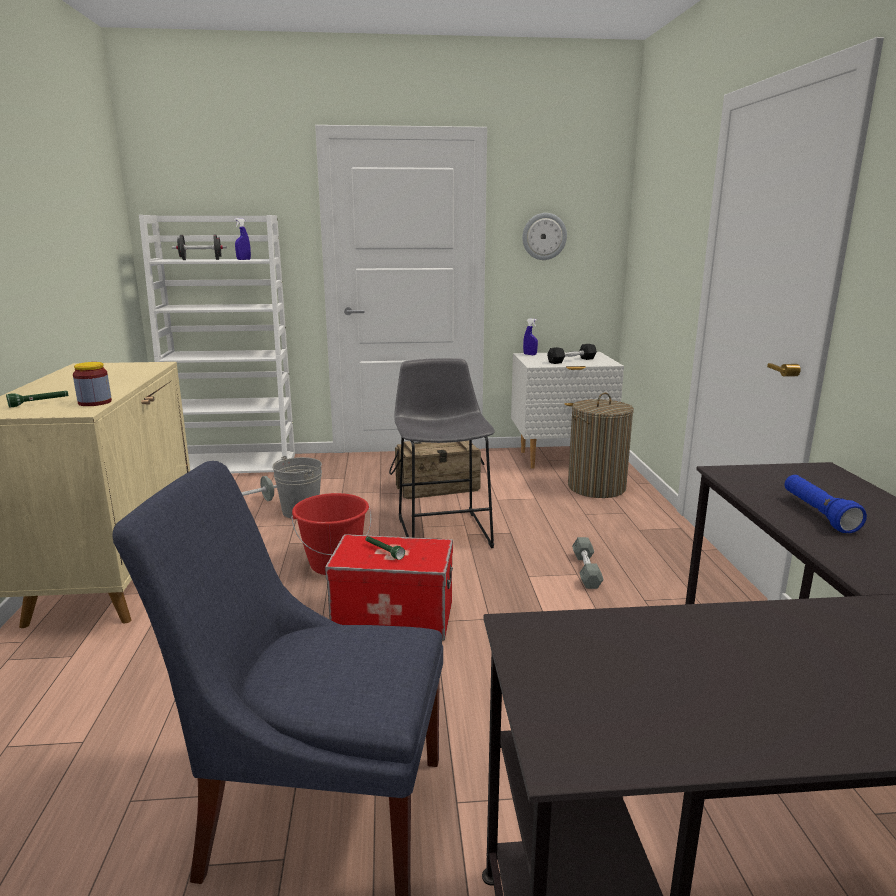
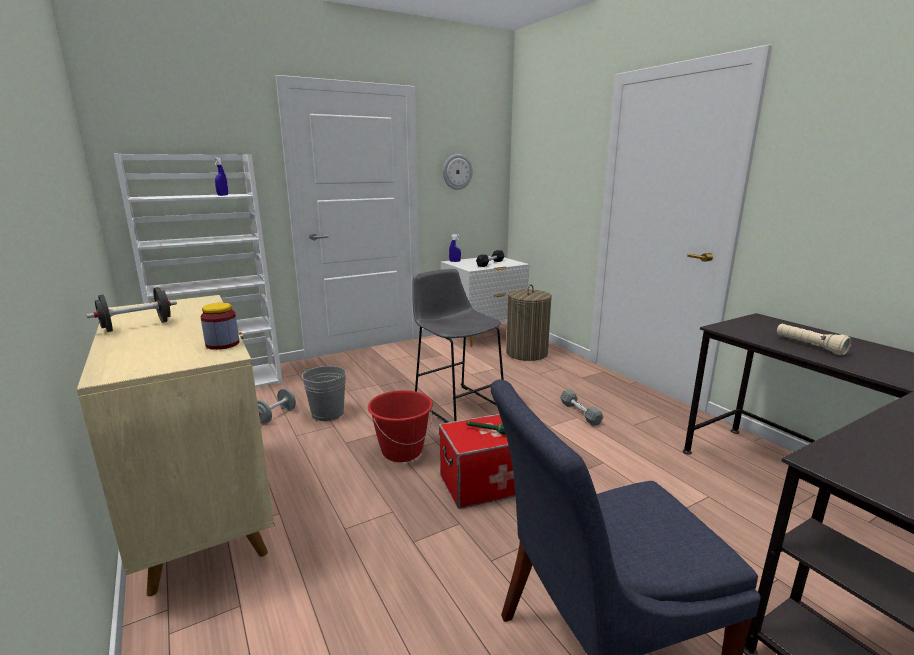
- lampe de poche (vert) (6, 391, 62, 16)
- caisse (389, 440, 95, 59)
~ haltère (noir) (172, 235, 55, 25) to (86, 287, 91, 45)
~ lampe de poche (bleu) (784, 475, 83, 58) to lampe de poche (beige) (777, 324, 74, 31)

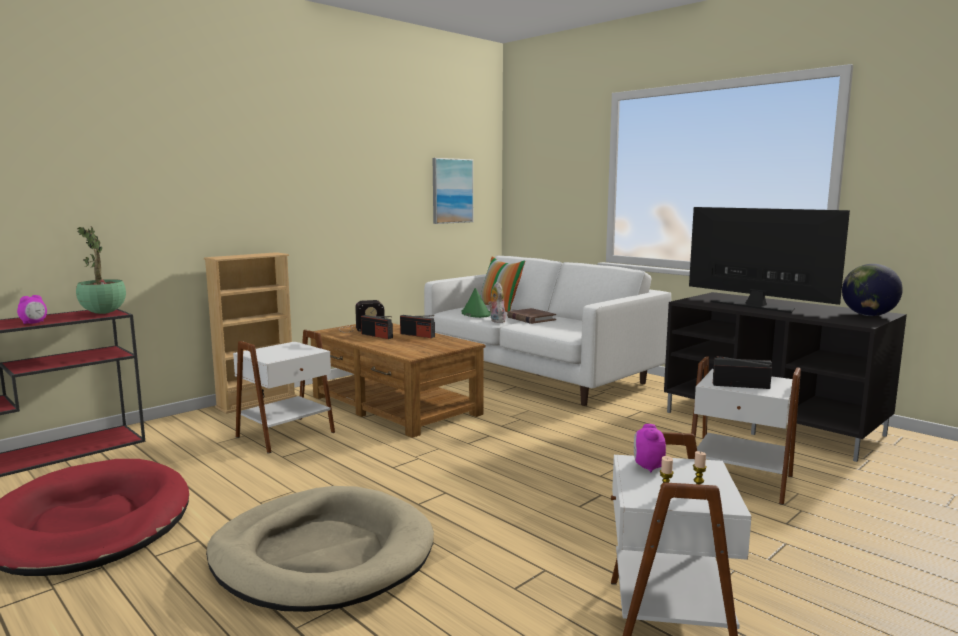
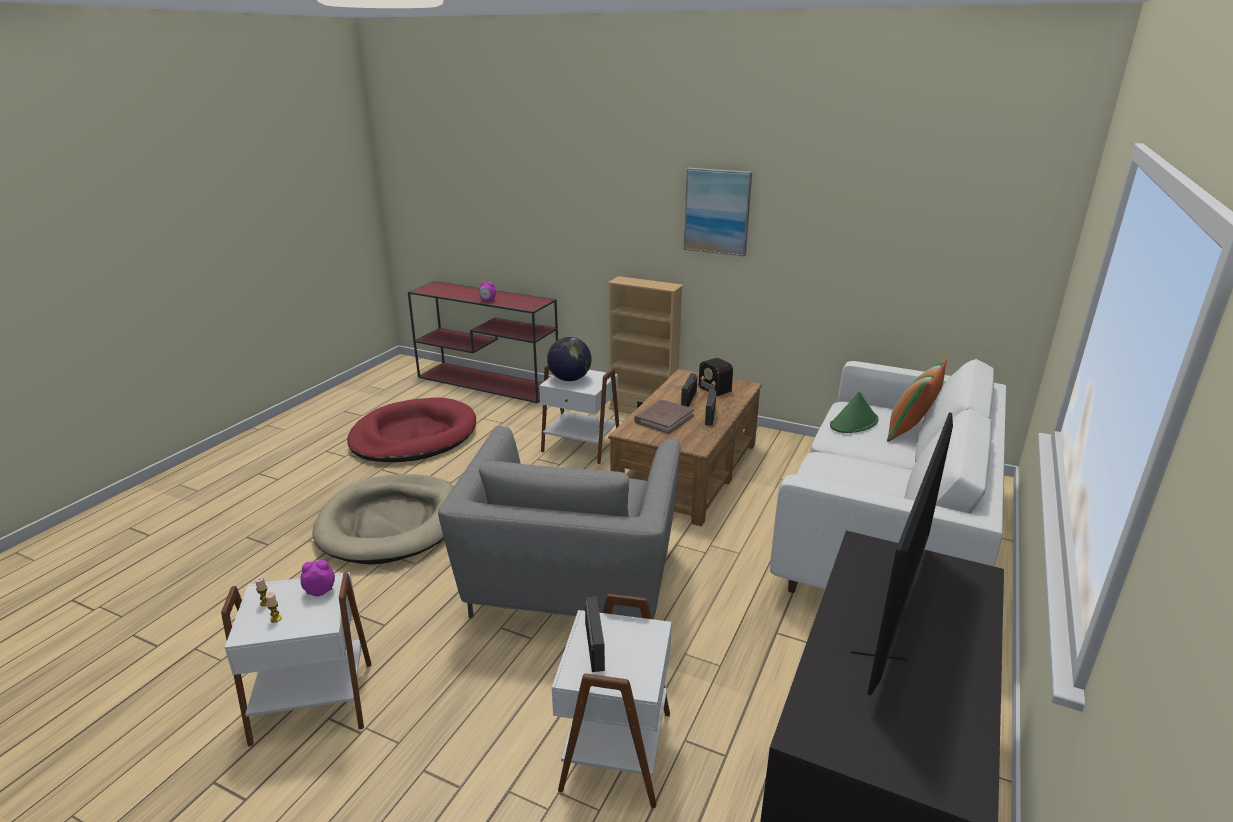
- plante en pot (76, 227, 50, 87)
- peluche (488, 282, 18, 41)
+ fauteuil (gris) (438, 426, 242, 193)
~ tableau (433, 158, 40, 66) to (684, 168, 68, 88)
~ livre (marron) (507, 308, 49, 16) to (634, 400, 60, 34)
~ globe (842, 264, 61, 52) to (547, 337, 44, 44)

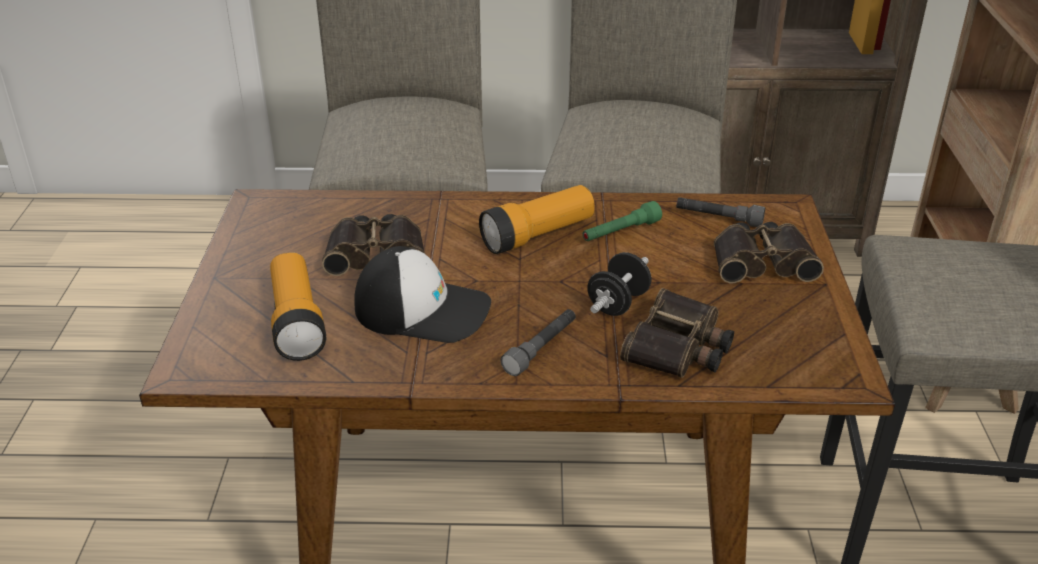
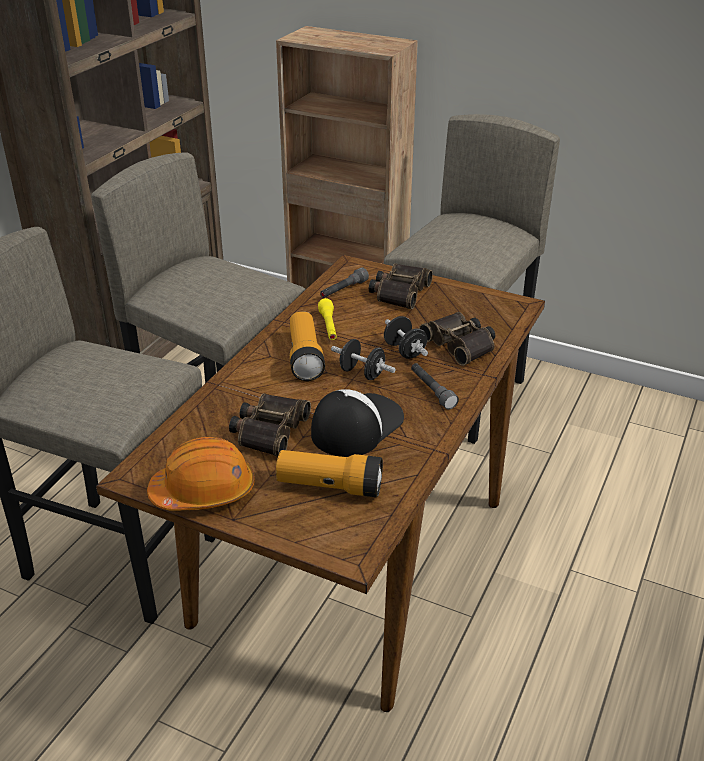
+ casque de chantier (orange) (147, 437, 108, 74)
+ haltère (noir) (331, 339, 65, 41)
~ lampe de poche (vert) (583, 201, 79, 40) to lampe de poche (jaune) (318, 298, 19, 42)

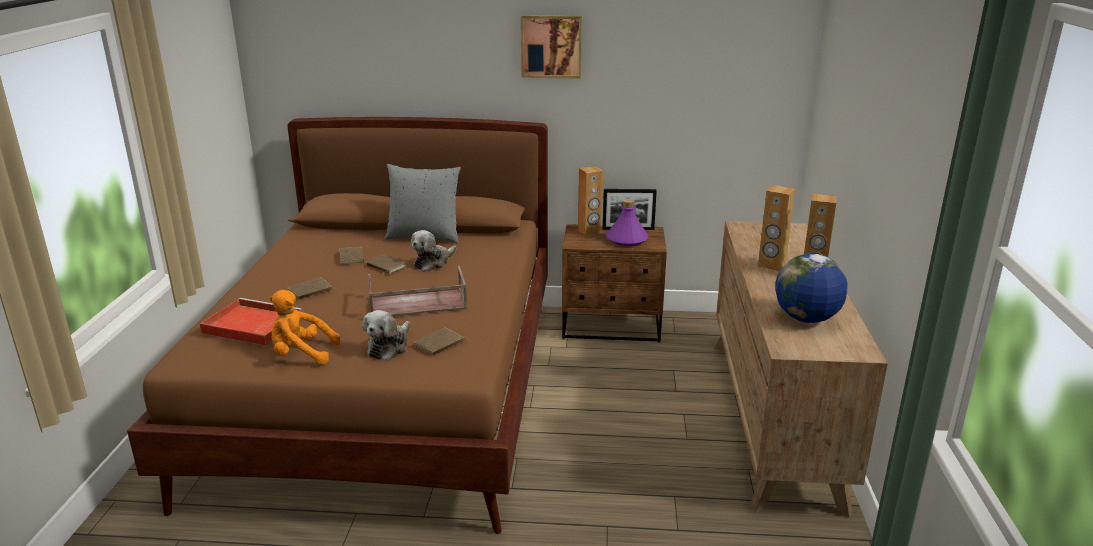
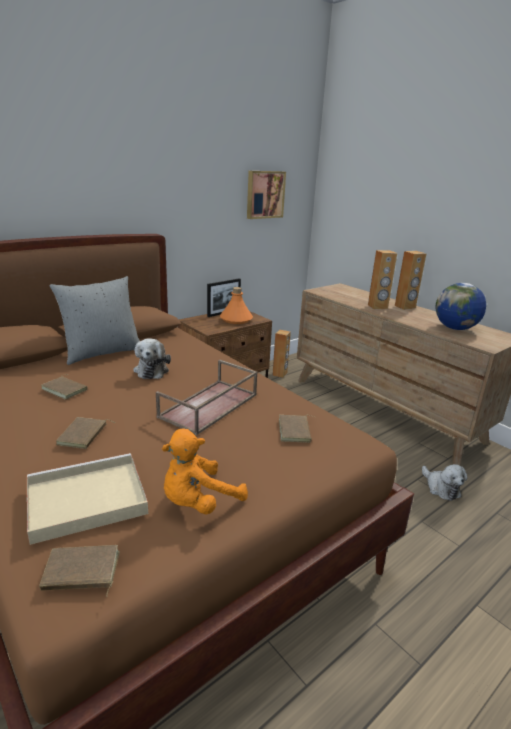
~ peluche (363, 310, 47, 51) to (422, 464, 45, 37)
~ livre (marron) (366, 254, 41, 20) to (39, 545, 81, 52)
~ tableau (521, 15, 61, 64) to (247, 171, 39, 48)
~ enceinte (marron) (578, 166, 25, 70) to (272, 330, 19, 48)
~ plateau (rouge) (200, 298, 103, 48) to plateau (beige) (27, 453, 122, 92)
~ bouteille (violet) (606, 199, 43, 47) to bouteille (orange) (220, 287, 33, 37)

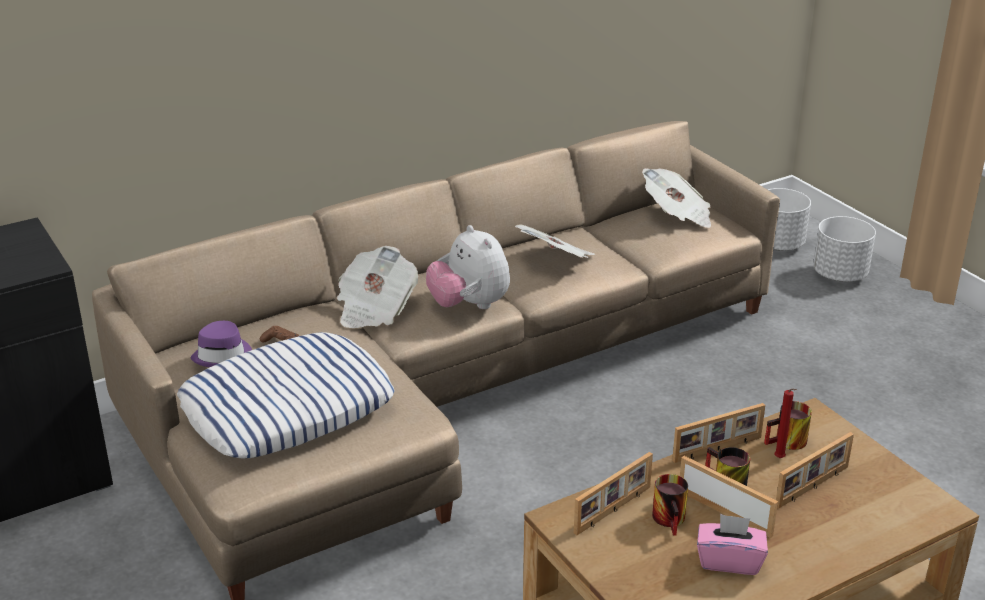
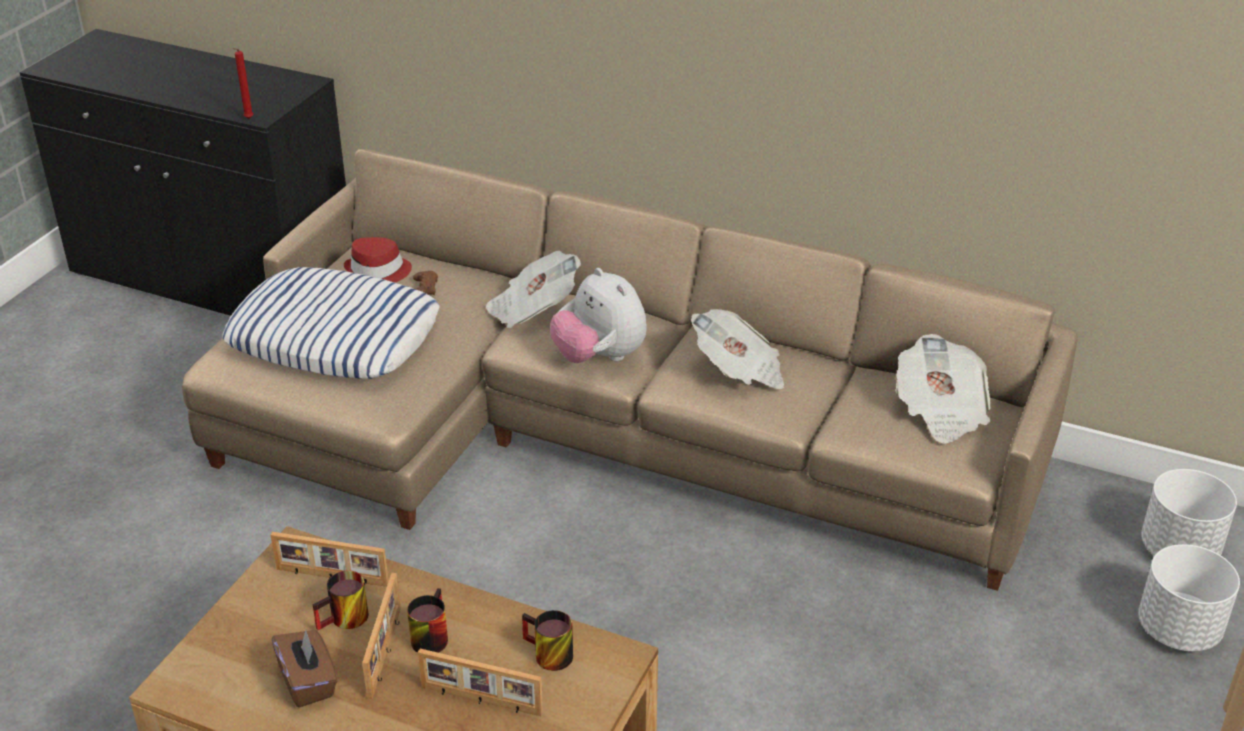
- cadre photo (672, 403, 93, 60)
~ bougie (rouge) (775, 389, 22, 69) to (232, 48, 22, 70)
~ chapeau (violet) (191, 321, 61, 46) to chapeau (rouge) (344, 237, 68, 46)
~ boîte à mouchoirs (rose) (697, 514, 71, 61) to boîte à mouchoirs (marron) (272, 630, 66, 78)
~ peluche (426, 225, 84, 84) = (550, 268, 97, 95) 60 degrees counterclockwise

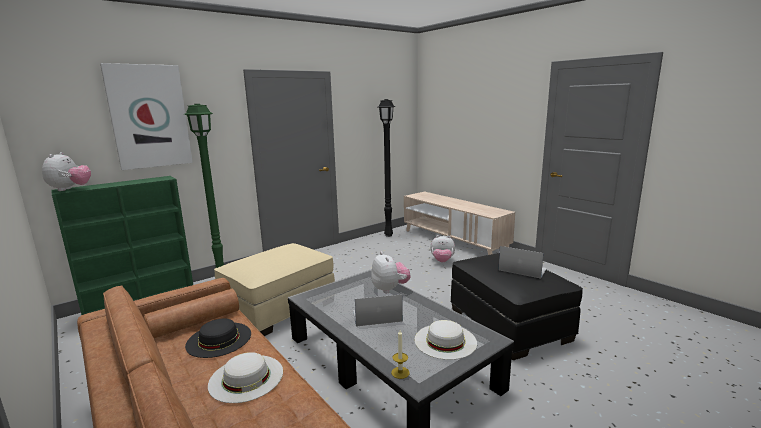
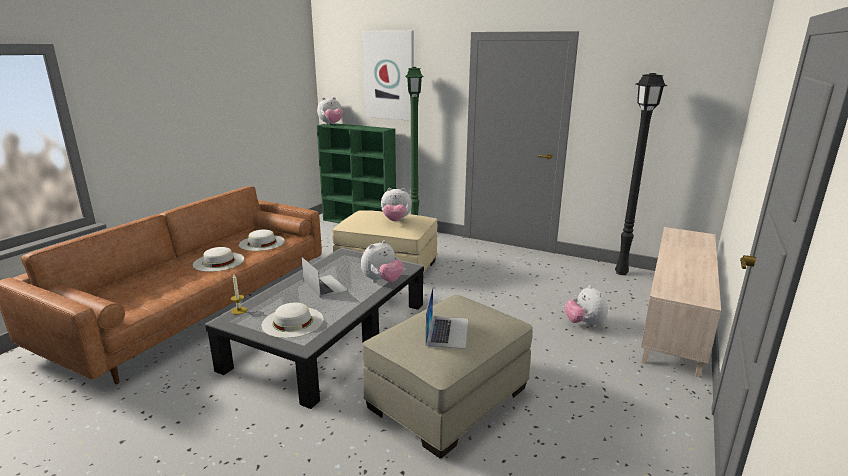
+ peluche (381, 188, 31, 33)
~ chapeau (noir) (185, 319, 66, 39) to chapeau (blanc) (239, 229, 46, 22)
~ pouf (noir) (450, 253, 133, 107) to pouf (beige) (362, 295, 171, 164)

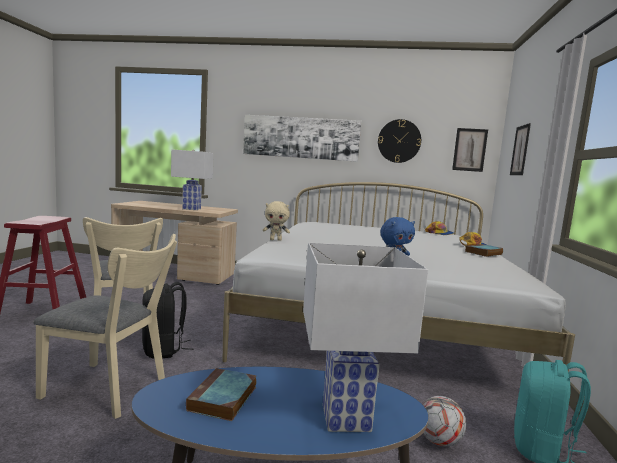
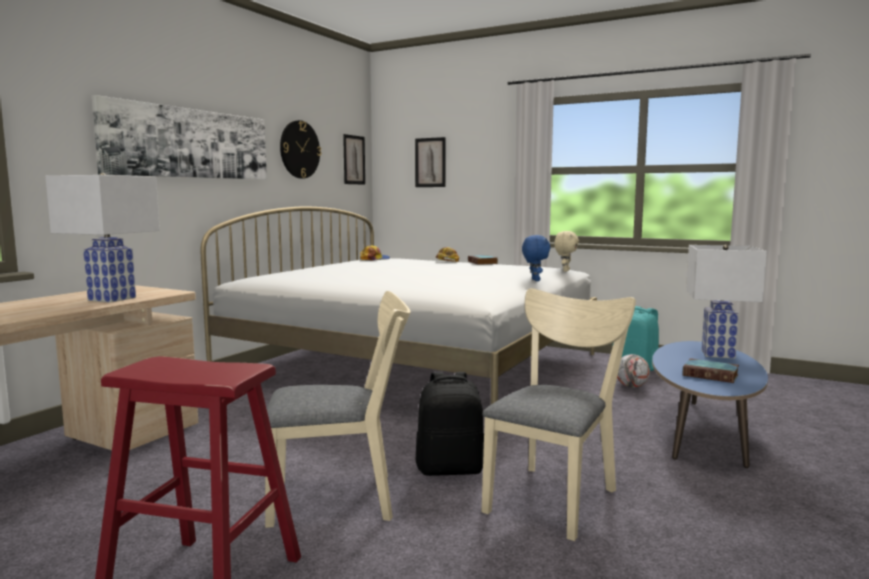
~ peluche (beige) (263, 201, 27, 40) to (554, 231, 25, 41)

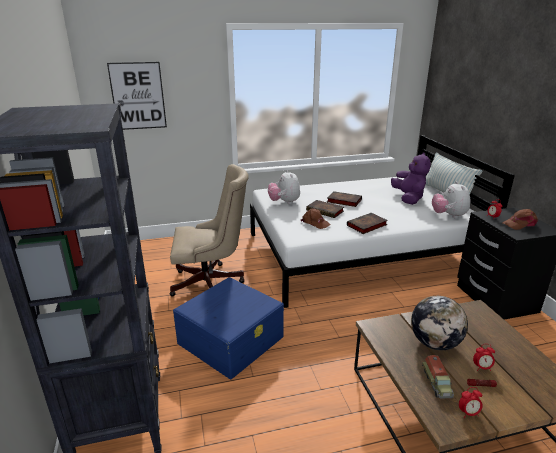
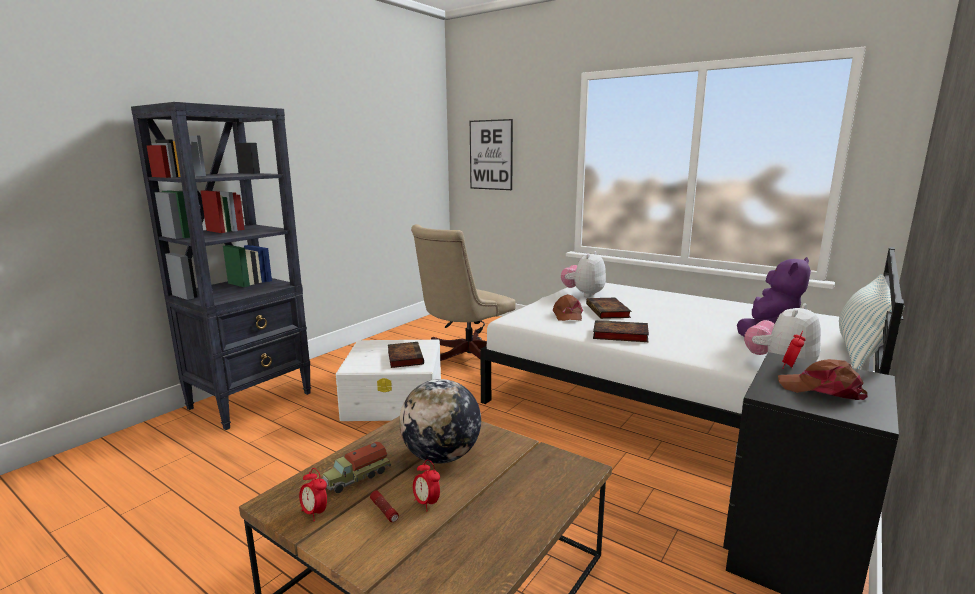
~ livre (327, 191, 35, 16) to (388, 342, 36, 26)
~ boîte de rangement (bleu) (173, 277, 111, 102) to boîte de rangement (blanc) (336, 340, 105, 81)
~ chaise de bureau (beige) (170, 164, 79, 132) = (411, 224, 105, 137) 90 degrees clockwise

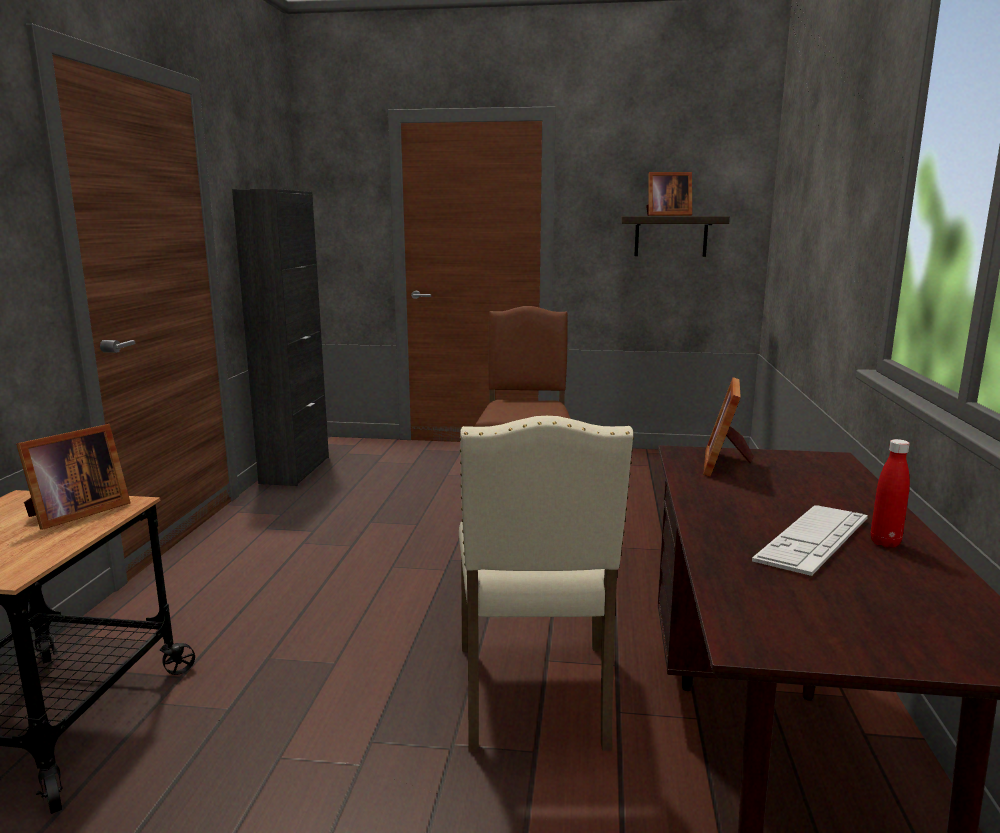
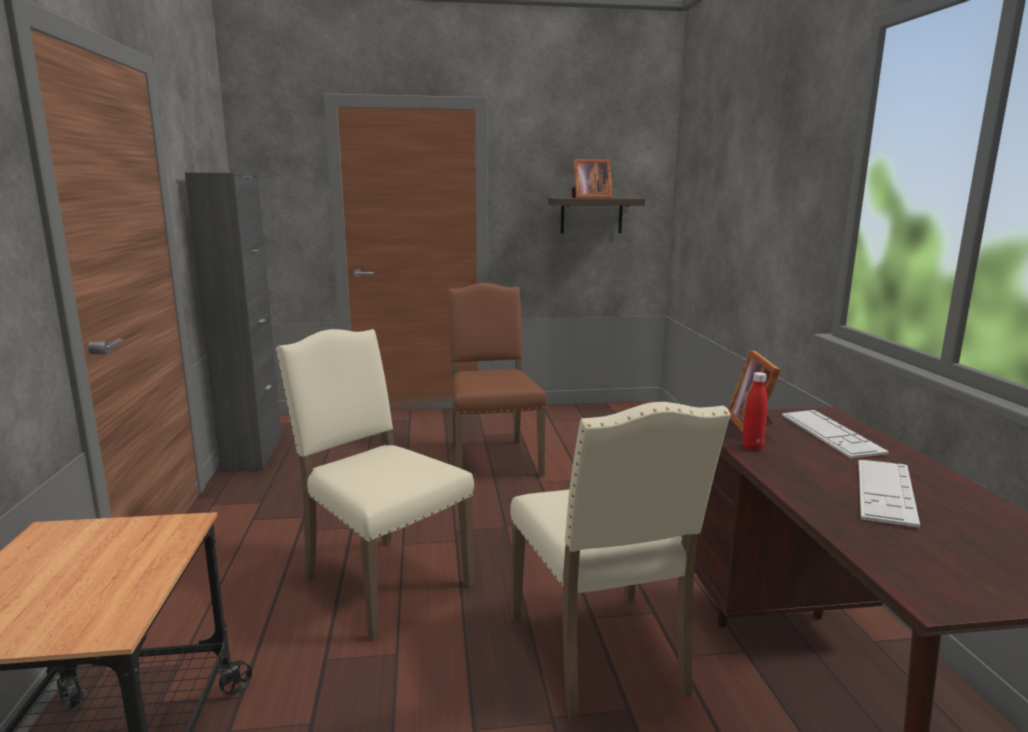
- cadre photo (16, 424, 115, 105)
+ chaise (beige) (276, 329, 198, 312)
+ clavier (782, 410, 107, 48)
~ bouteille (rouge) (871, 439, 39, 109) to (742, 372, 26, 78)

